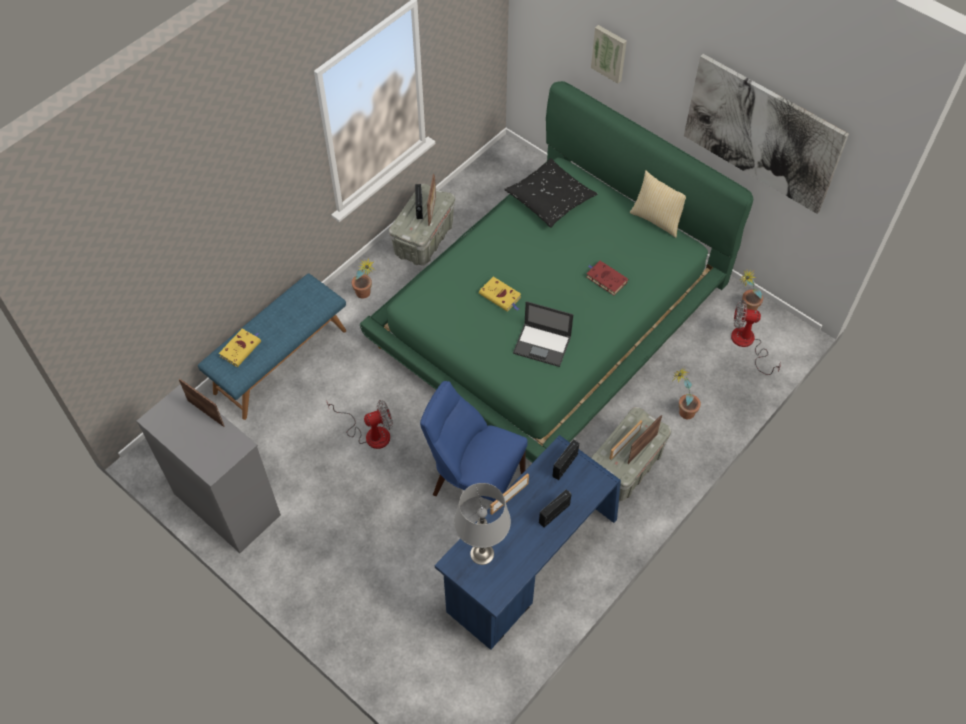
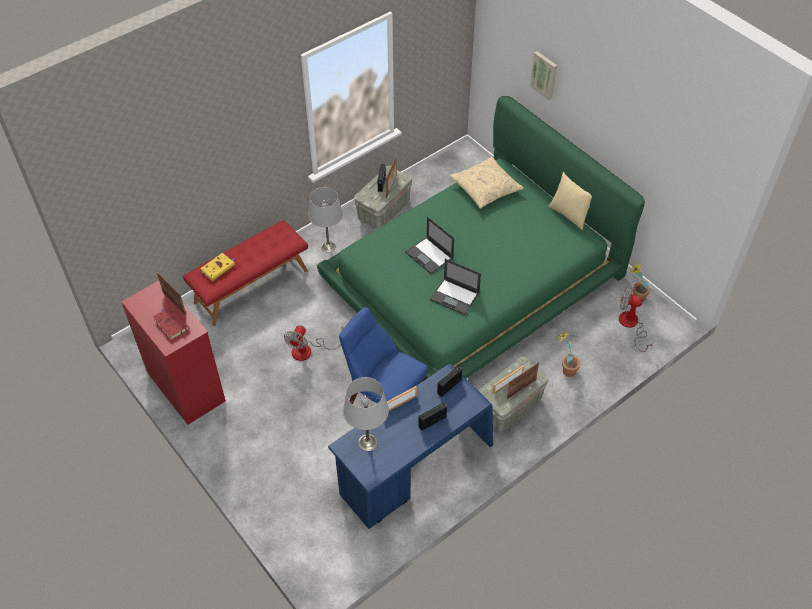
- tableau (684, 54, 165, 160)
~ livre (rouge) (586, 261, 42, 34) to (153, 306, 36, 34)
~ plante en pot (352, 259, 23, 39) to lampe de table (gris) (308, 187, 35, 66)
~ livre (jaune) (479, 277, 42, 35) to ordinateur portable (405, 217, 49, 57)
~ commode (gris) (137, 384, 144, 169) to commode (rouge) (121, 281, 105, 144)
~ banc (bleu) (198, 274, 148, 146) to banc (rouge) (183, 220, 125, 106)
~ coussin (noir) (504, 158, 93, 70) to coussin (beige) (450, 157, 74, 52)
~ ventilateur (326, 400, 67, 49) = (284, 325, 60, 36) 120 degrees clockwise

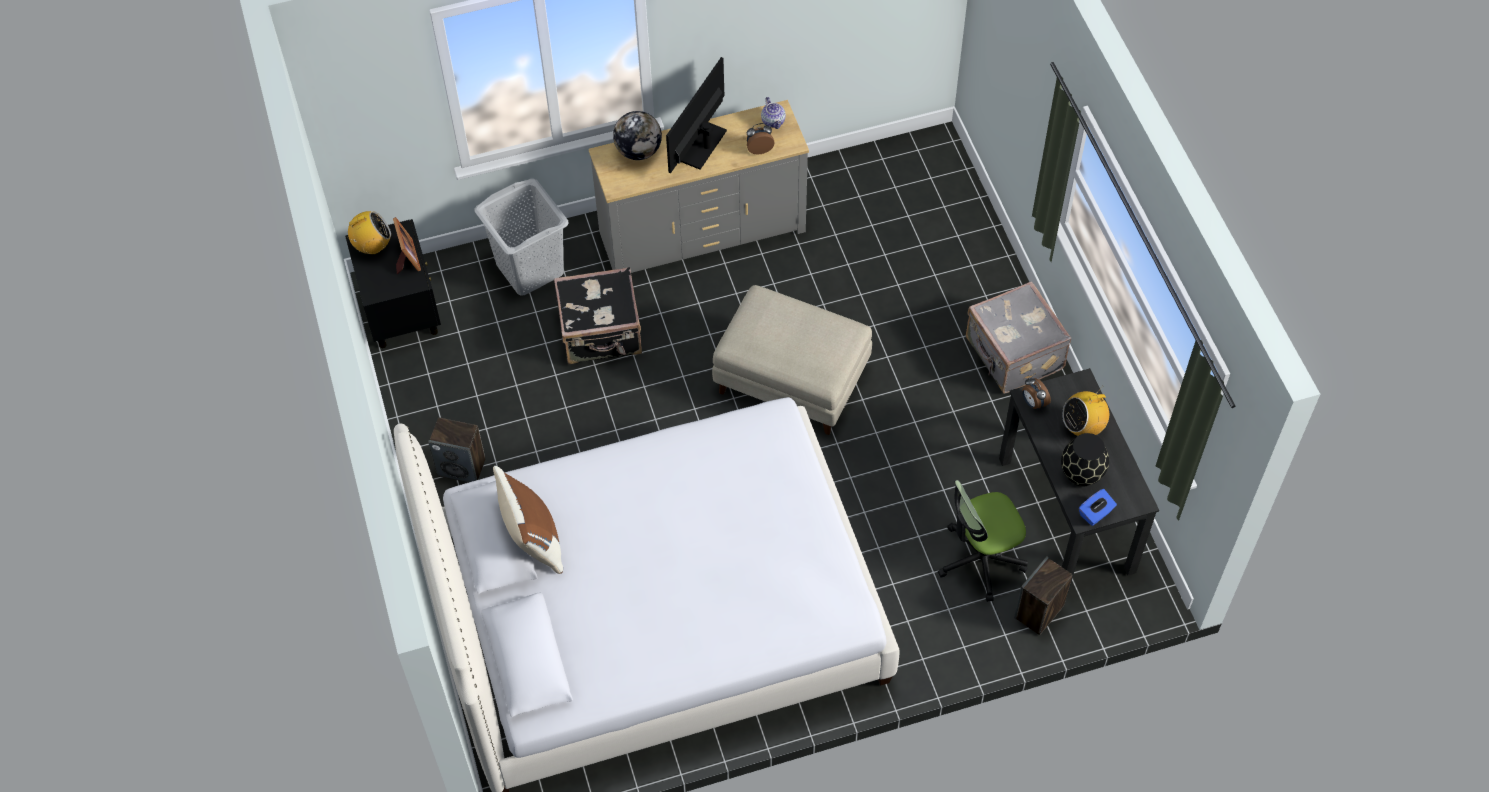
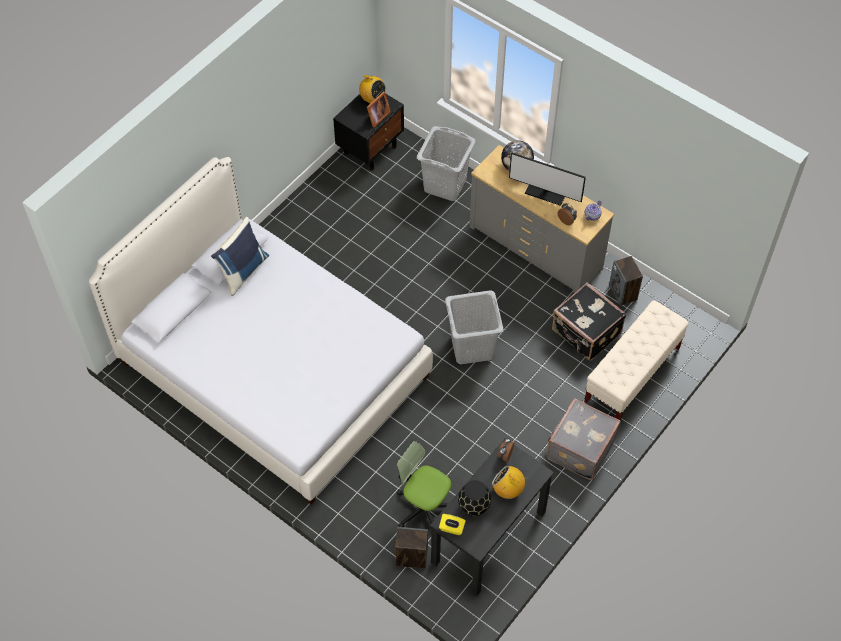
+ banc (beige) (584, 300, 105, 120)
~ enceinte (428, 417, 57, 66) to (609, 256, 34, 50)
~ valise (noir) (554, 267, 88, 97) to (552, 283, 74, 78)
~ pouf (beige) (712, 285, 160, 150) to panier à linge (gris) (445, 290, 58, 74)
~ coussin (marron) (493, 466, 70, 108) to coussin (bleu) (211, 217, 58, 79)
~ boîte à mouchoirs (bleu) (1079, 489, 38, 37) to boîte à mouchoirs (jaune) (439, 514, 27, 21)
~ écran d'ordinateur (666, 57, 61, 117) = (509, 153, 77, 53) 150 degrees counterclockwise

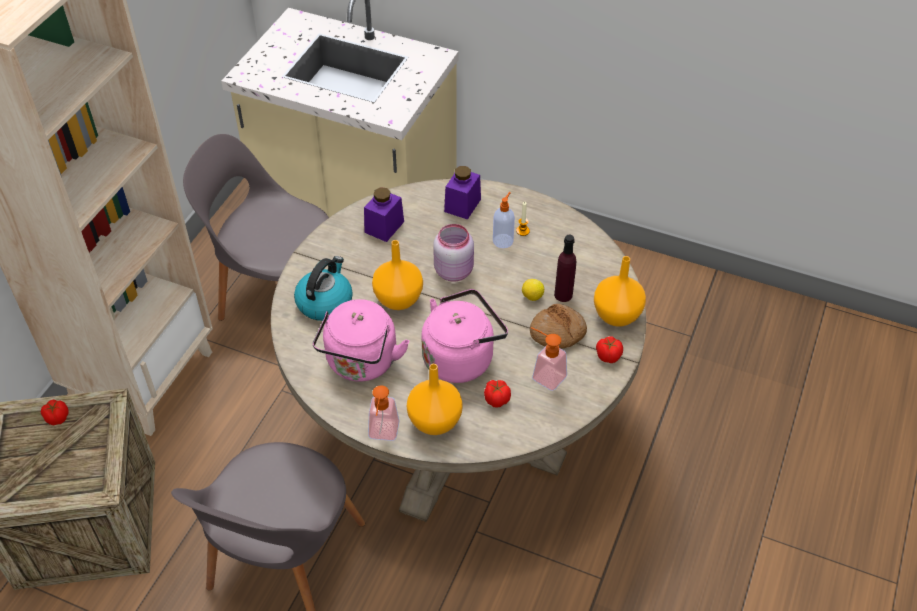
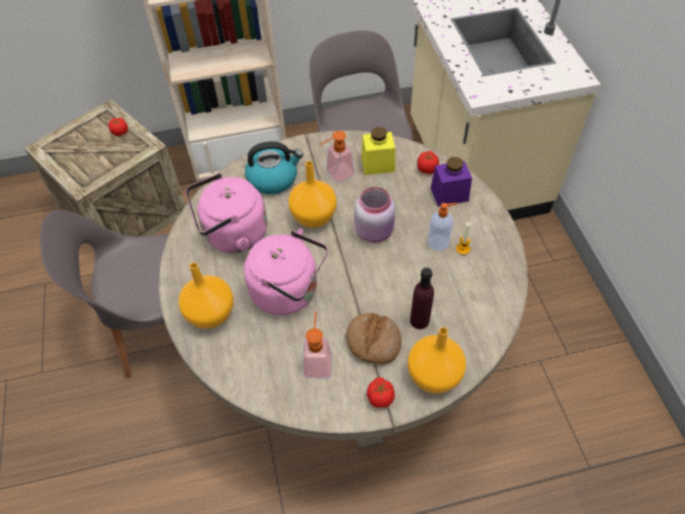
- citron (522, 279, 22, 22)
~ distributeur de savon (368, 385, 31, 56) to (319, 131, 36, 52)
~ tomate (484, 380, 27, 27) to (418, 151, 21, 23)
~ bocal (violet) (364, 187, 40, 55) to bocal (jaune) (361, 127, 34, 48)

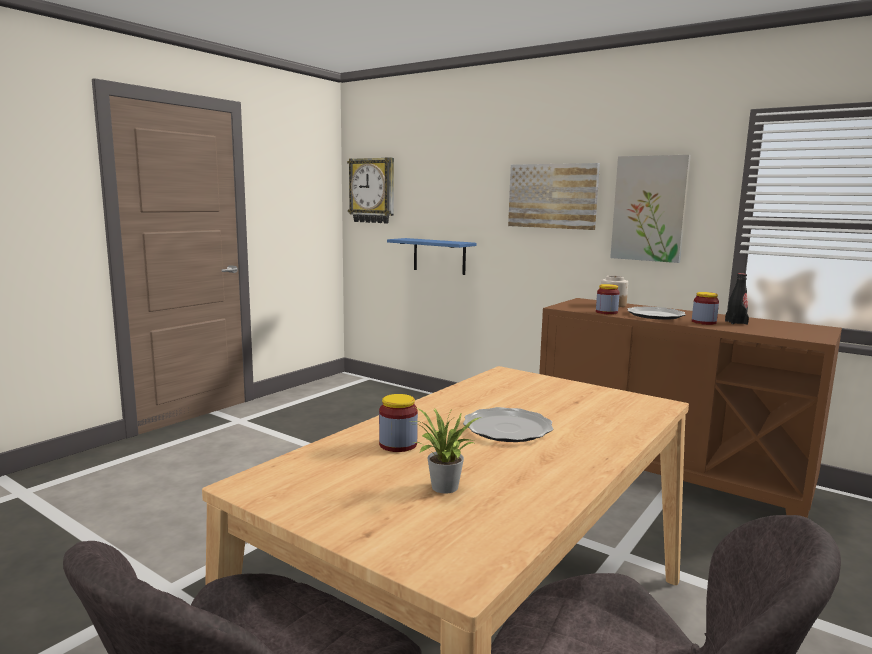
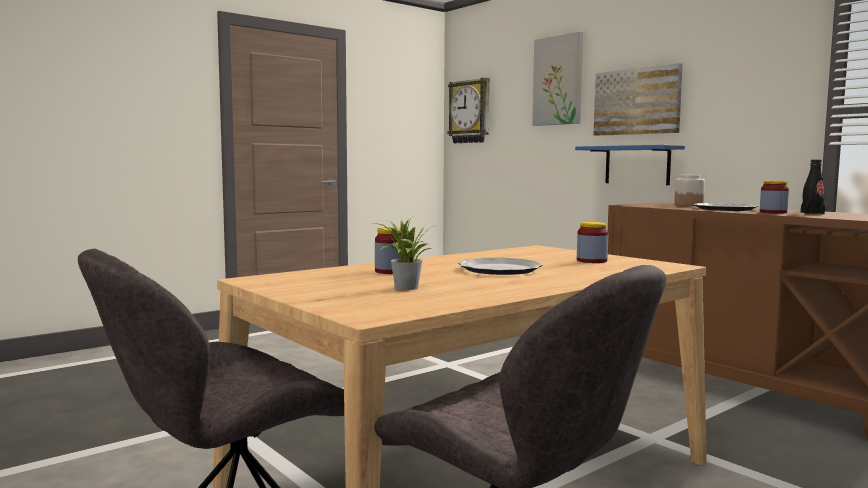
~ étagère (bleu) (387, 238, 90, 37) to (575, 145, 110, 40)
~ bocal (596, 284, 24, 31) to (577, 222, 31, 41)
~ tableau (610, 155, 81, 108) to (532, 32, 51, 94)

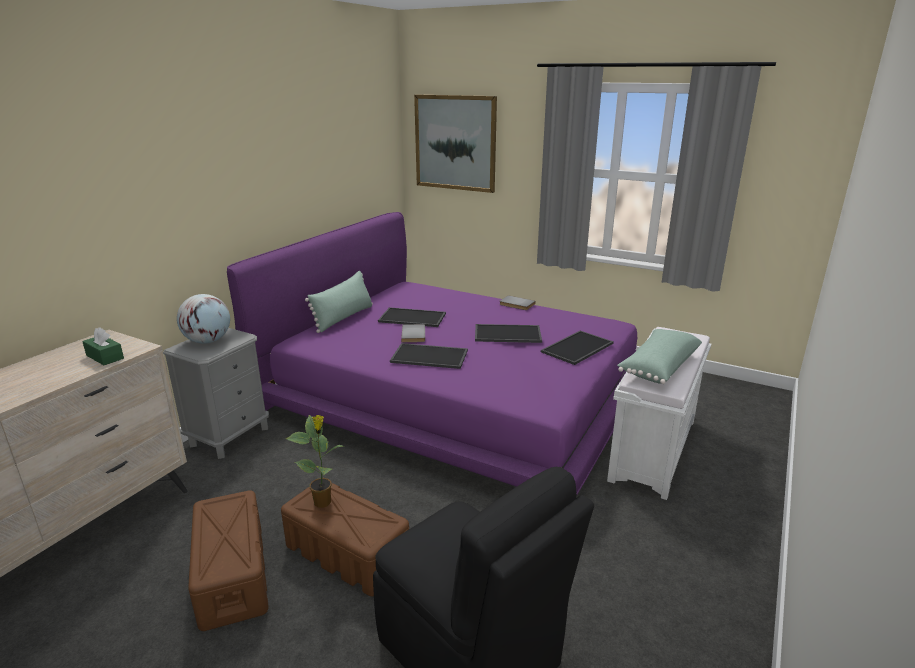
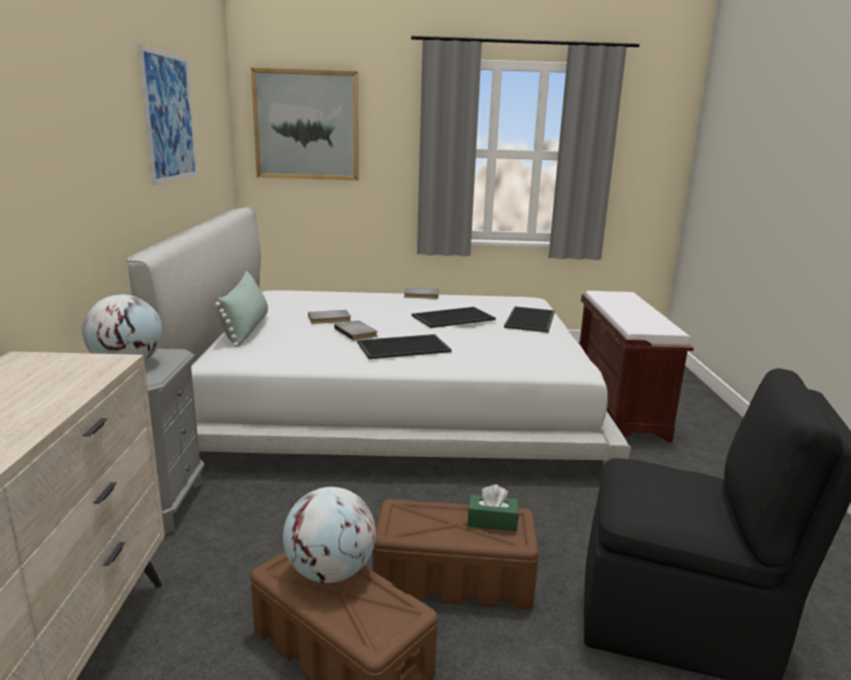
- plante en pot (286, 415, 59, 93)
- coussin (vert) (617, 329, 85, 55)
+ tableau (137, 44, 60, 141)
+ globe (283, 487, 93, 96)
~ boîte à mouchoirs (vert) (82, 327, 42, 38) to (468, 484, 50, 48)
~ plateau (378, 307, 68, 20) to livre (gris) (308, 310, 43, 14)
~ lit (violet) (227, 212, 410, 282) to lit (blanc) (127, 207, 504, 259)
~ banc (blanc) (607, 327, 104, 173) to banc (marron) (580, 291, 114, 151)

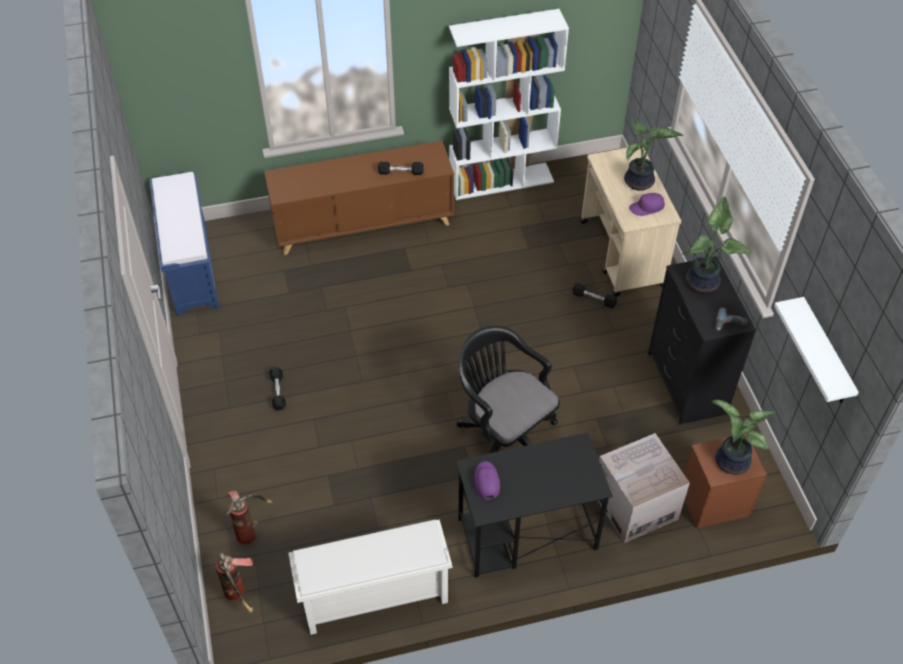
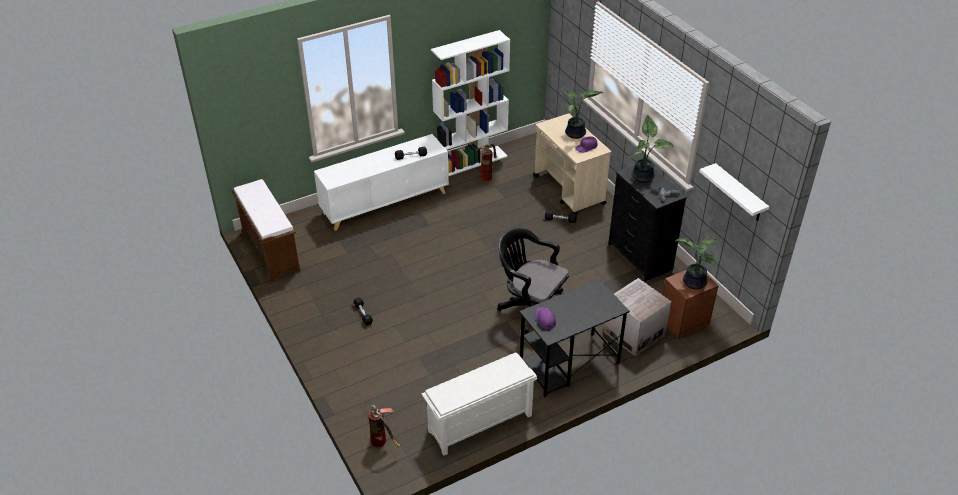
~ extincteur (226, 490, 46, 55) to (476, 144, 21, 37)
~ banc (bleu) (149, 172, 71, 144) to banc (marron) (232, 179, 68, 102)
~ meuble de rangement (marron) (264, 141, 190, 114) to meuble de rangement (blanc) (314, 134, 135, 97)

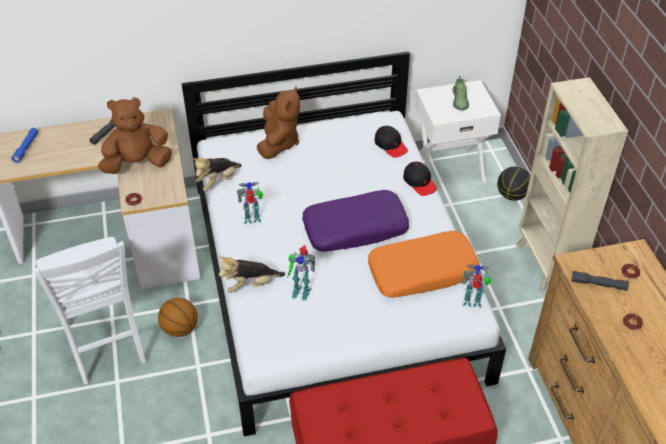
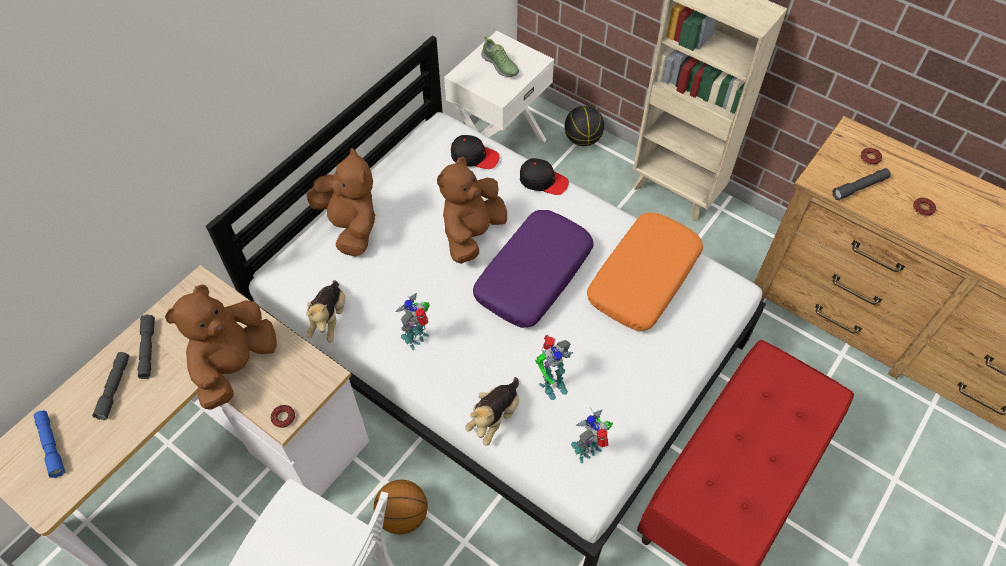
+ lampe de poche (gris) (92, 352, 37, 68)
+ peluche (marron) (437, 157, 70, 107)
~ robot jouet (462, 264, 30, 44) to (571, 409, 42, 54)

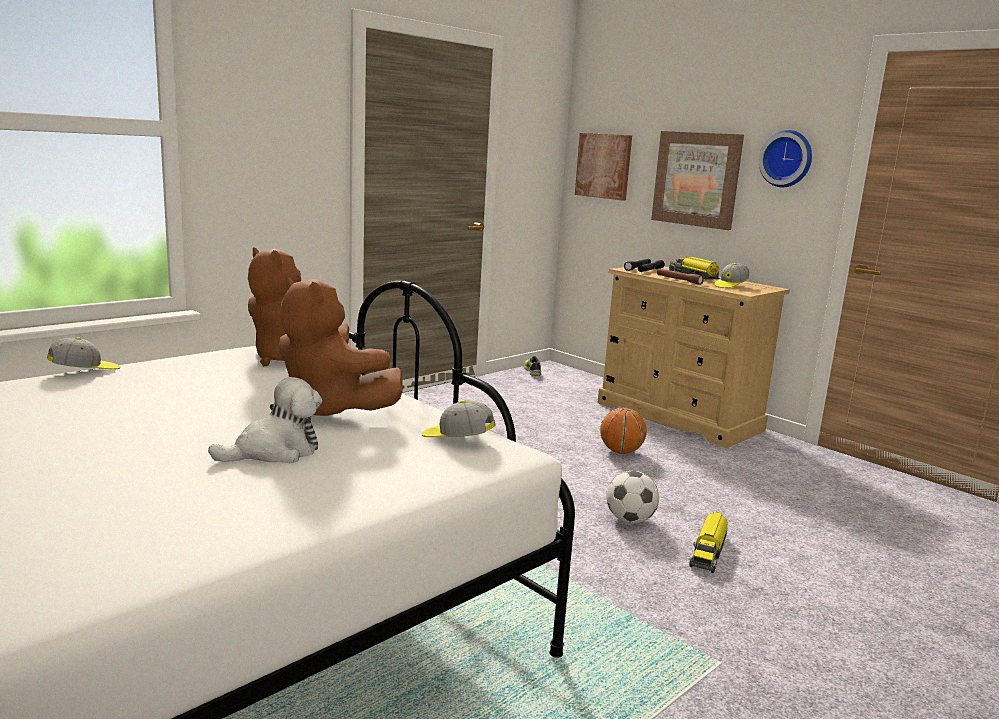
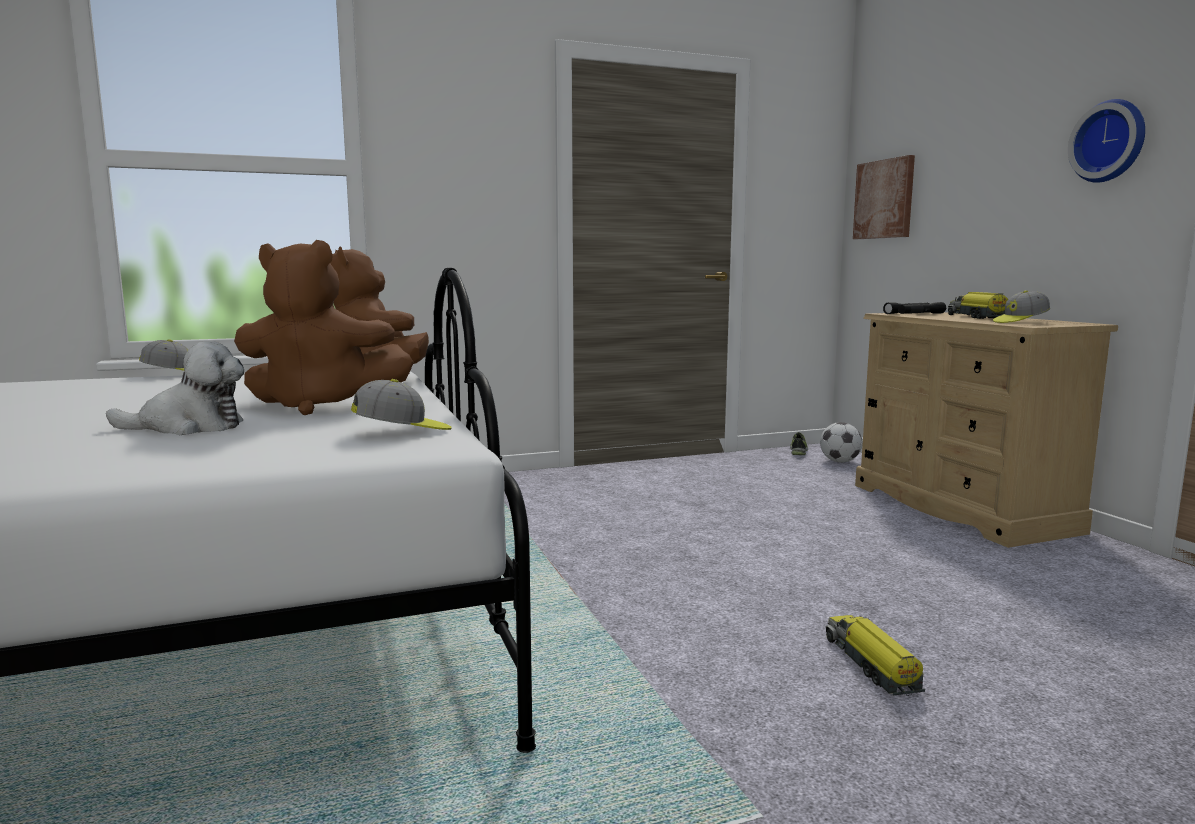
- ballon de basket (600, 408, 47, 46)
- tableau (651, 131, 93, 99)
- lampe de poche (marron) (657, 268, 47, 17)
~ ballon de foot (606, 471, 53, 52) to (820, 422, 42, 41)
~ peluche (marron) (279, 277, 124, 139) = (234, 240, 180, 175) 60 degrees counterclockwise
~ casquette (421, 400, 74, 37) = (351, 379, 101, 51) 105 degrees clockwise
~ camion jouet (689, 512, 39, 61) = (826, 615, 99, 81) 120 degrees clockwise

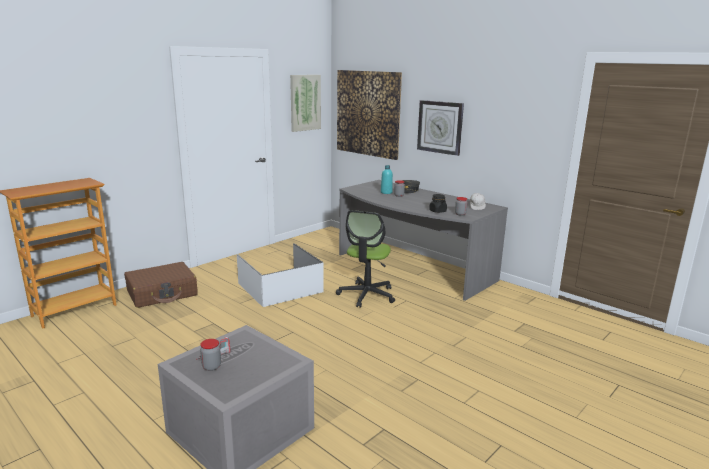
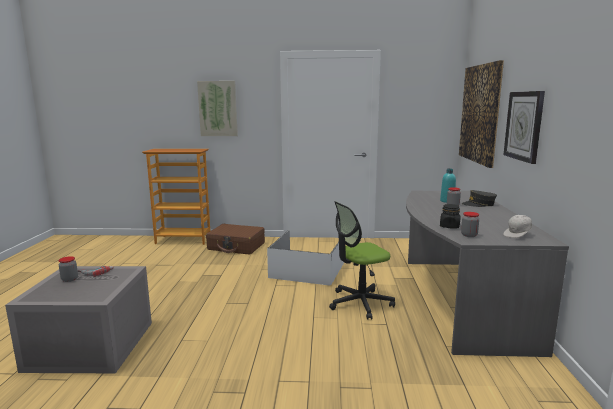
~ tableau (290, 75, 31, 57) to (197, 81, 41, 55)

